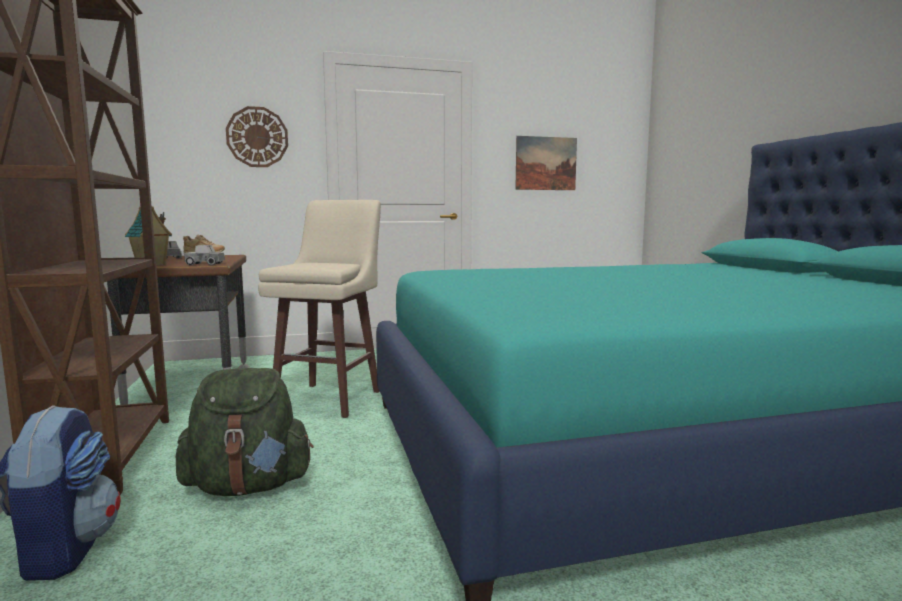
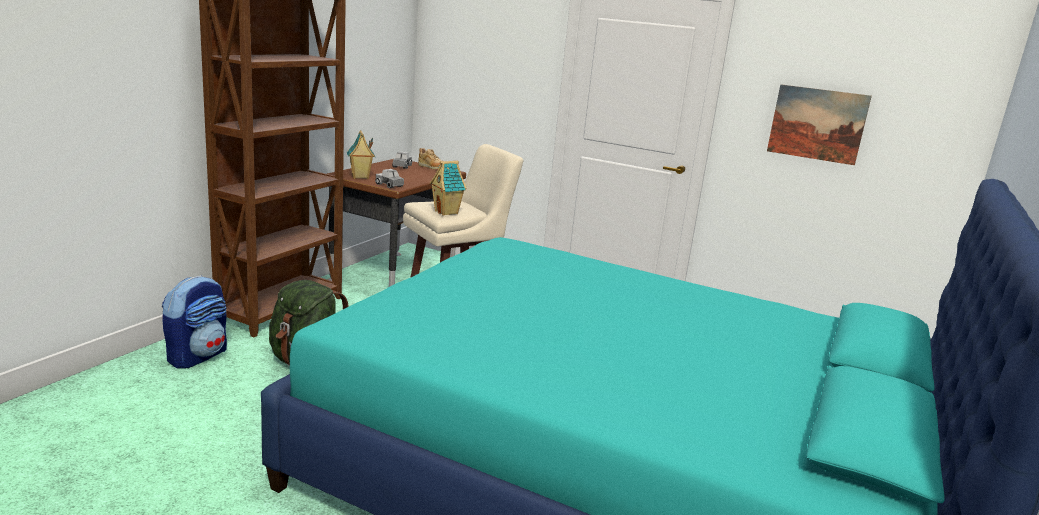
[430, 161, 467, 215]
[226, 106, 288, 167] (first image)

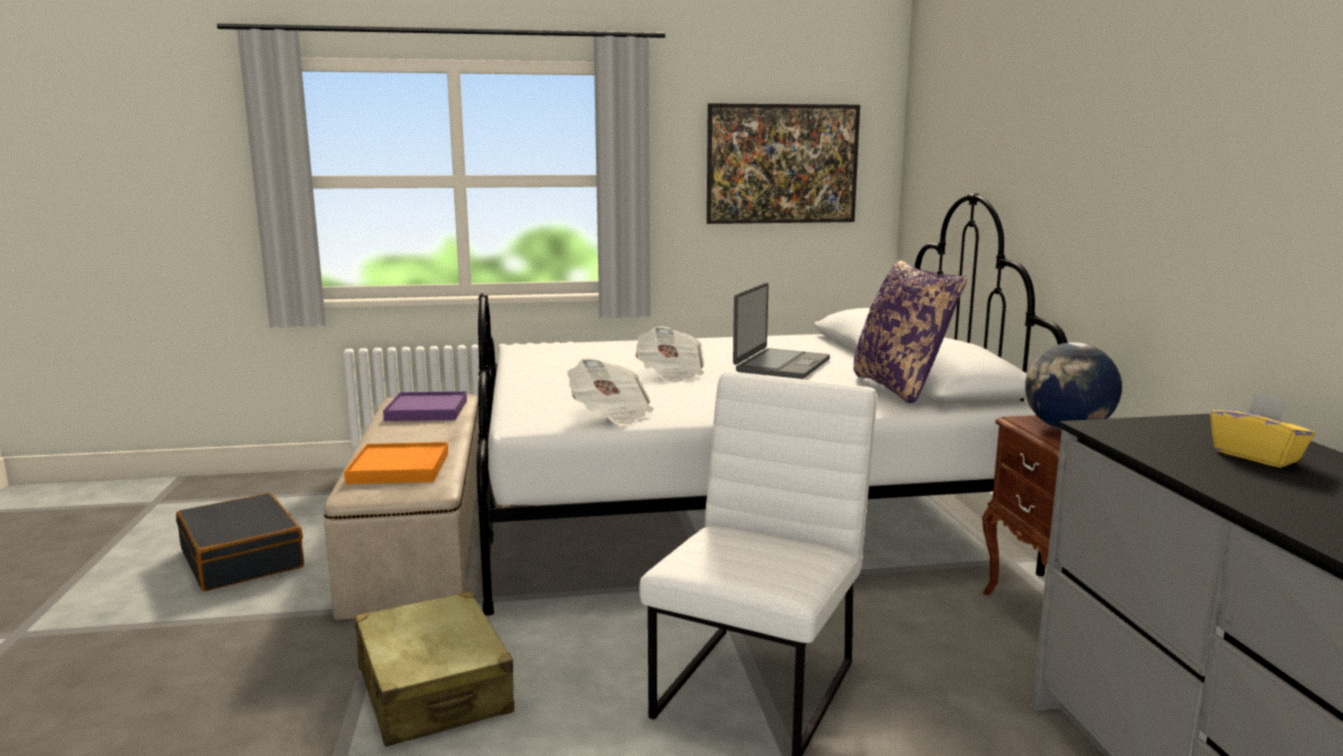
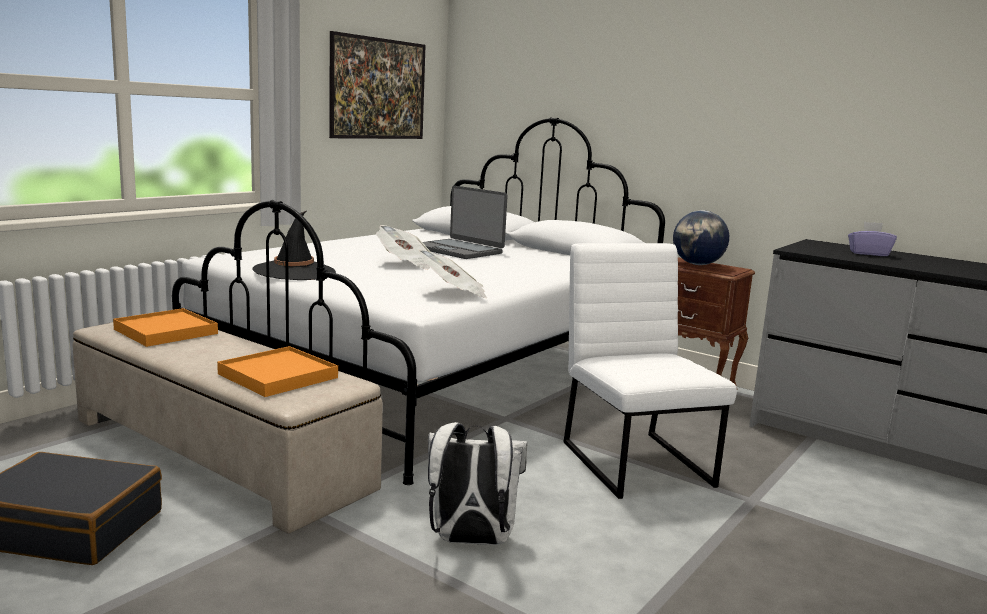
[113, 308, 218, 347]
[252, 211, 336, 280]
[423, 185, 508, 259]
[428, 422, 527, 545]
[848, 222, 897, 256]
[853, 260, 967, 404] (first image)

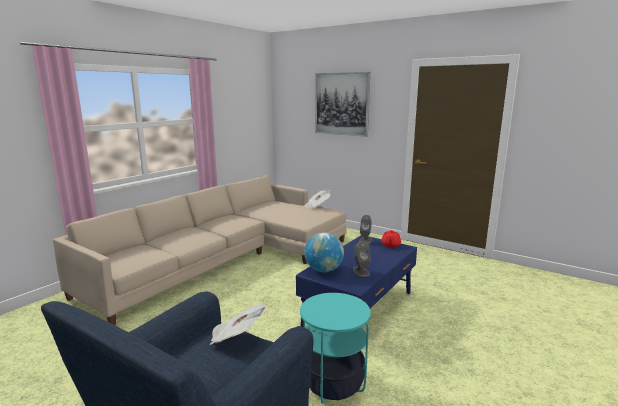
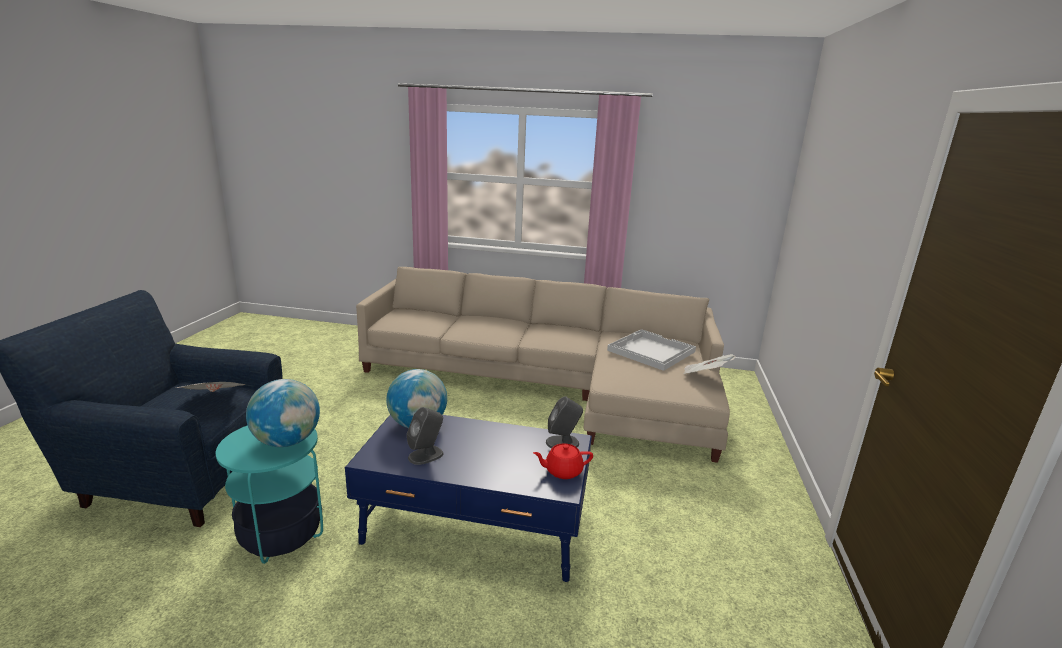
[246, 379, 320, 447]
[607, 329, 696, 371]
[315, 72, 370, 137] (first image)

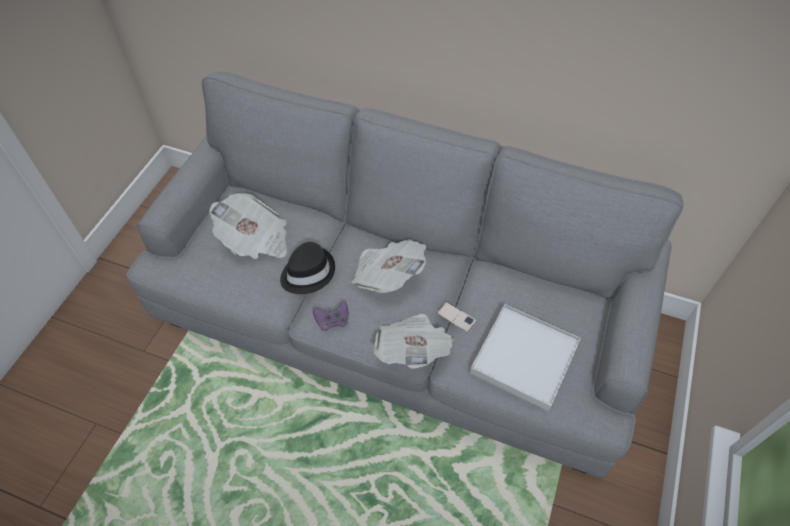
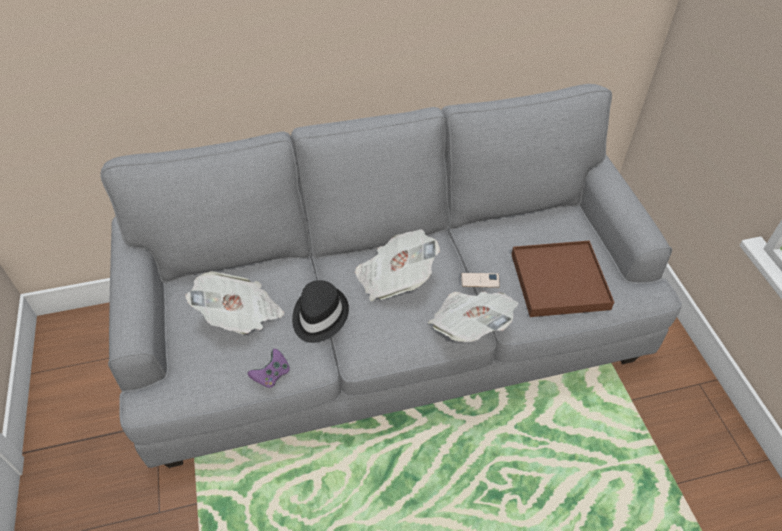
[248, 349, 290, 388]
[511, 241, 614, 317]

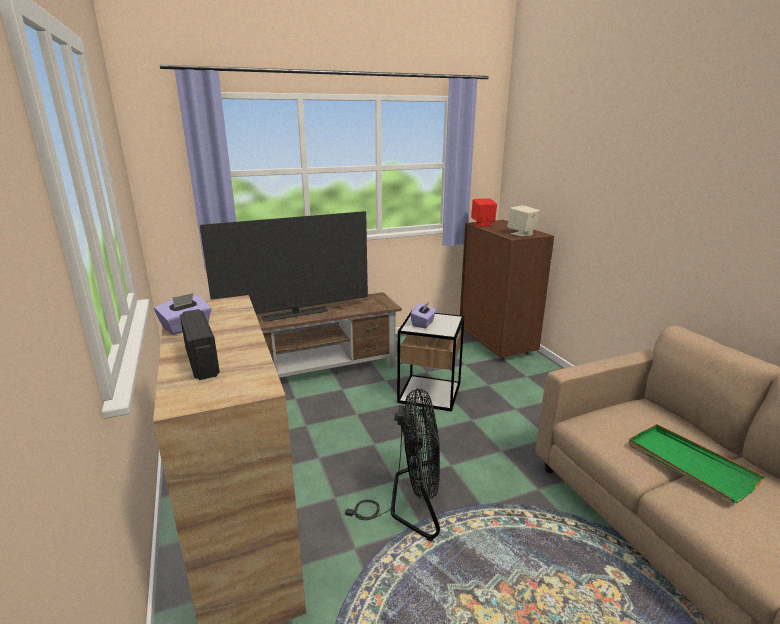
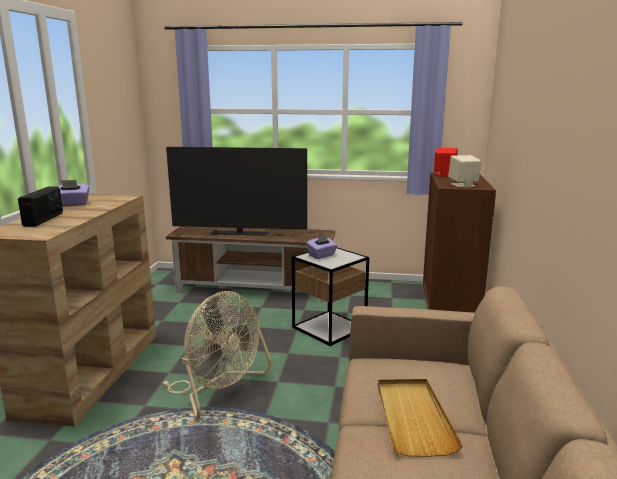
[162, 291, 272, 421]
[378, 379, 463, 457]

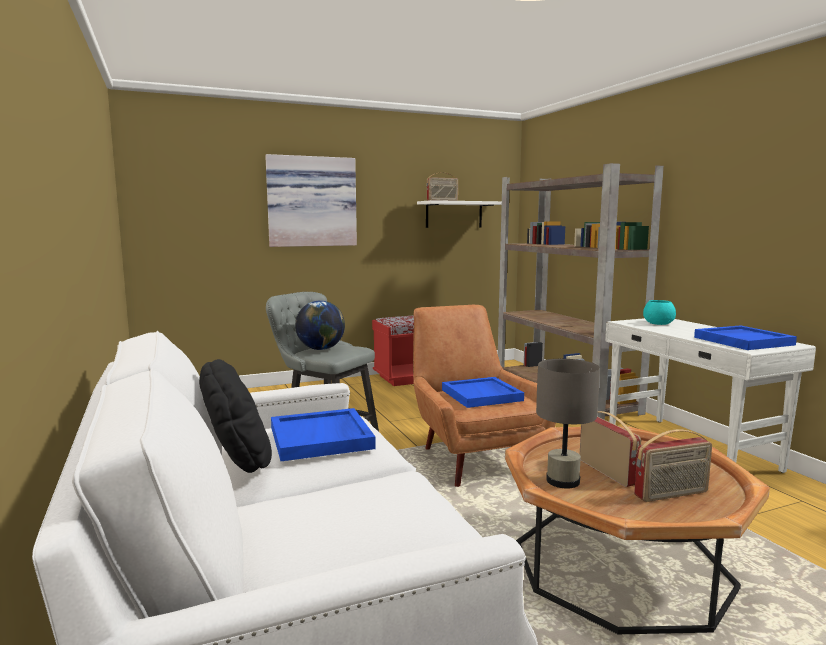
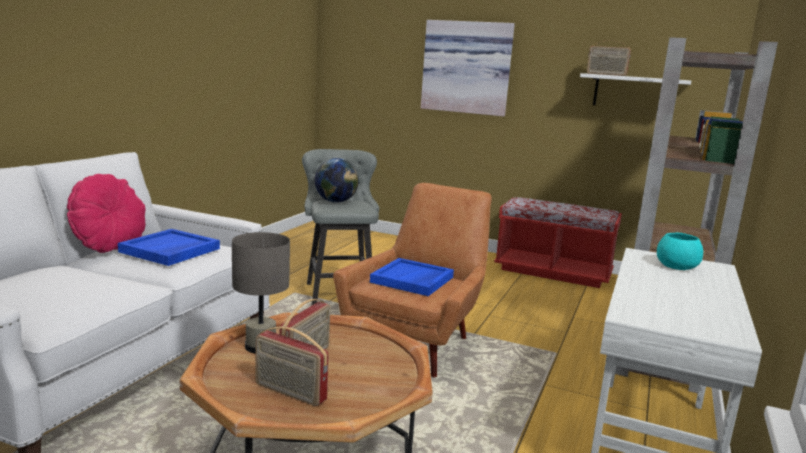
[67, 174, 145, 253]
[694, 325, 797, 350] (first image)

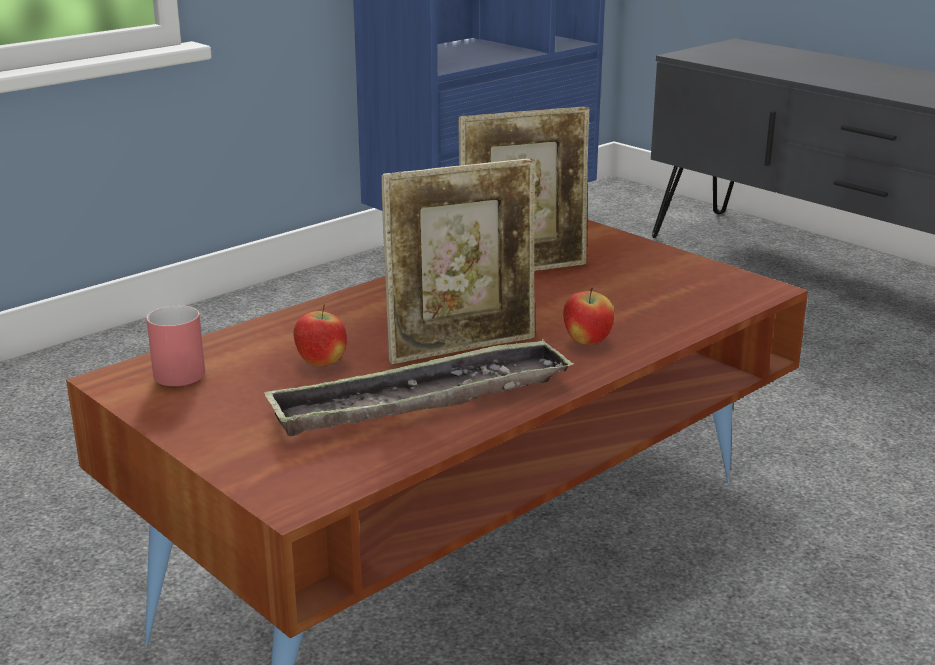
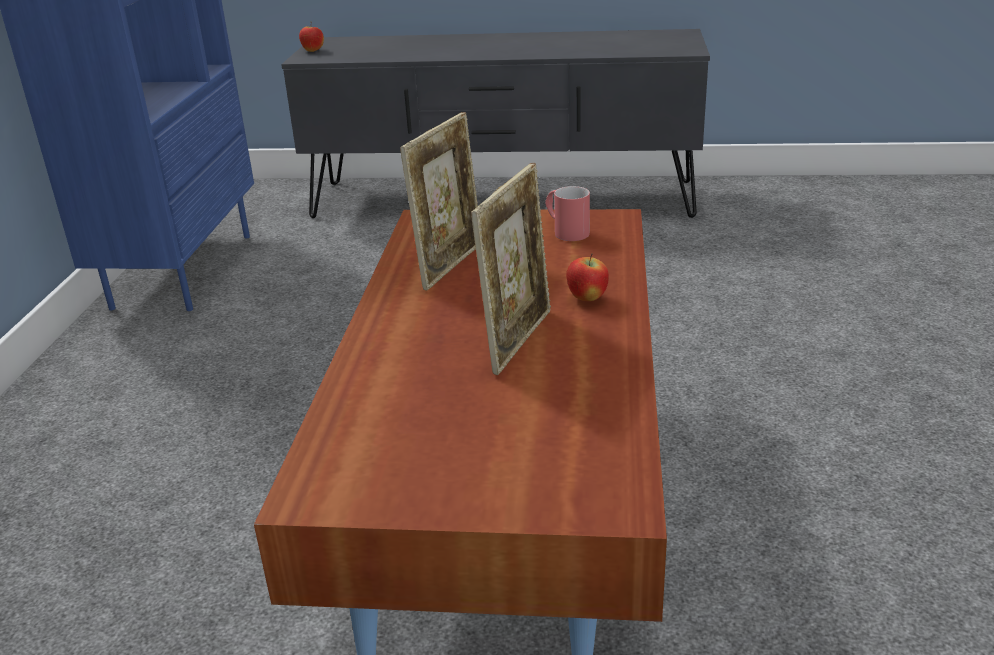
[299, 26, 324, 52]
[545, 186, 590, 241]
[264, 339, 574, 436] (first image)

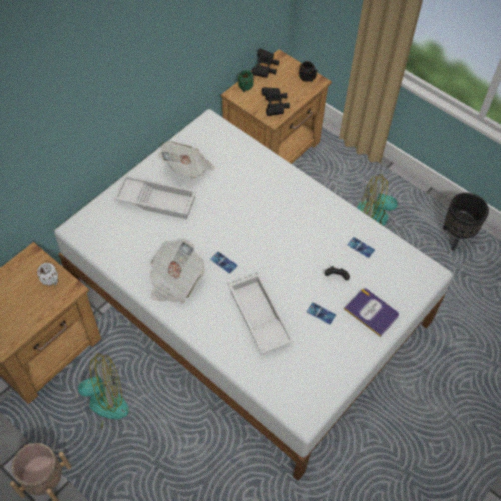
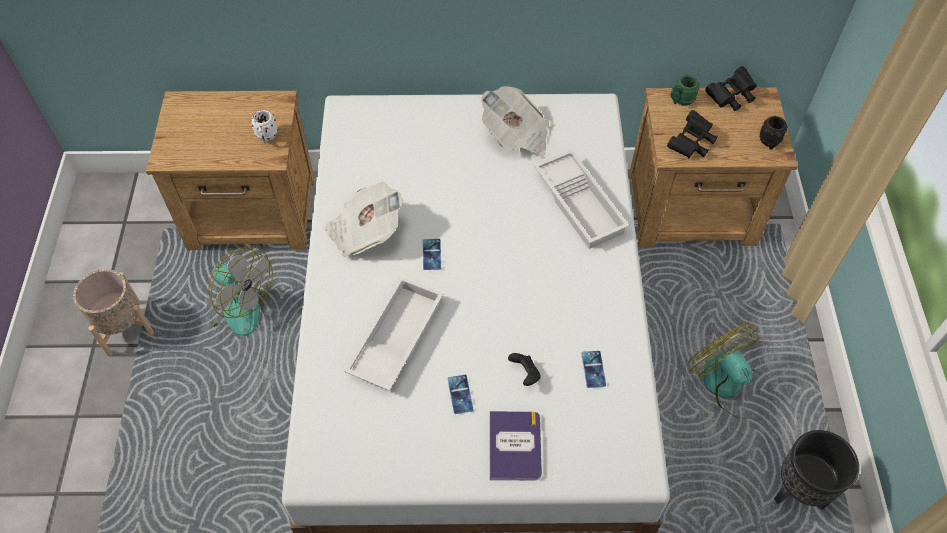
[534, 150, 629, 249]

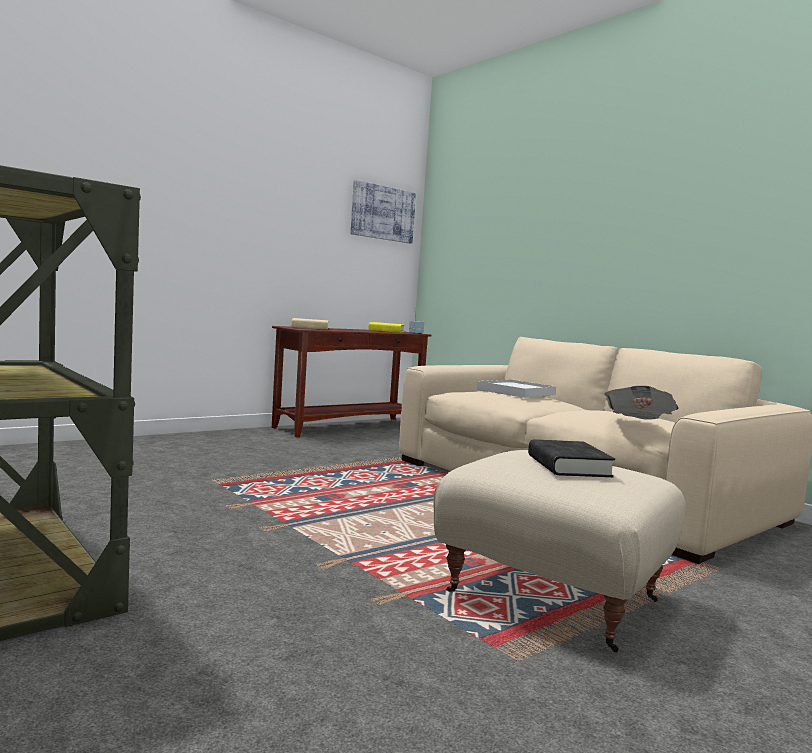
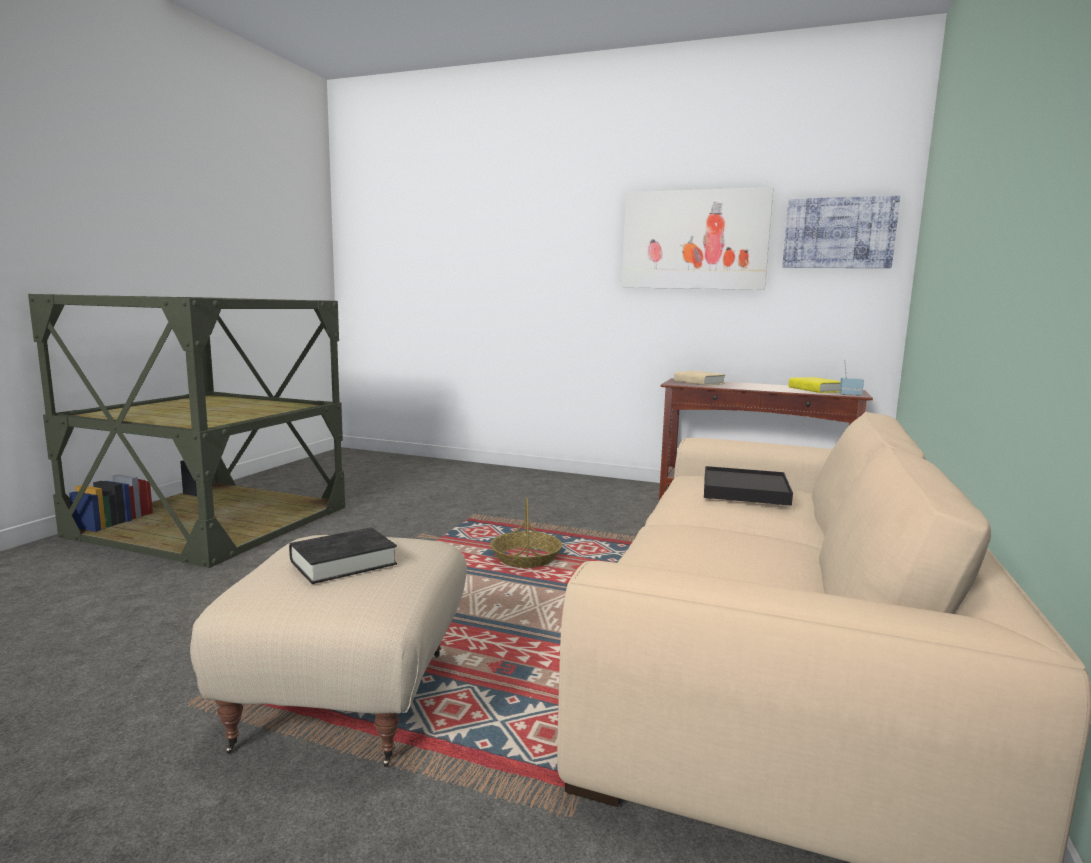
[490, 497, 562, 568]
[622, 187, 773, 290]
[704, 466, 793, 506]
[605, 386, 679, 420] (first image)

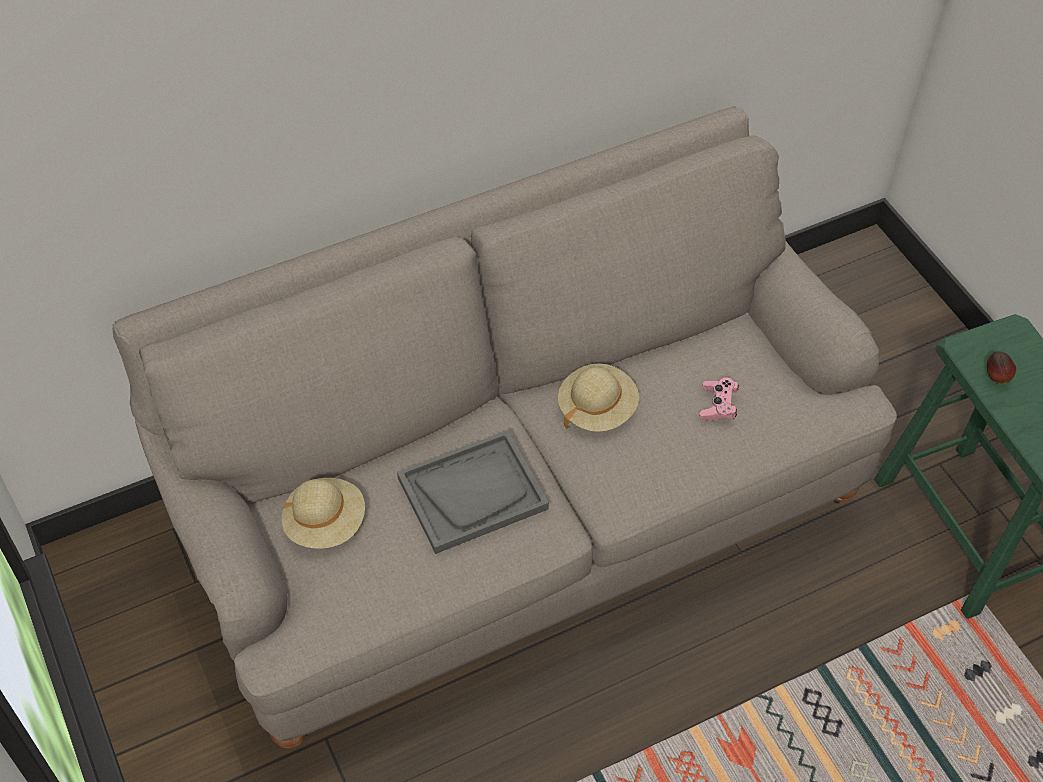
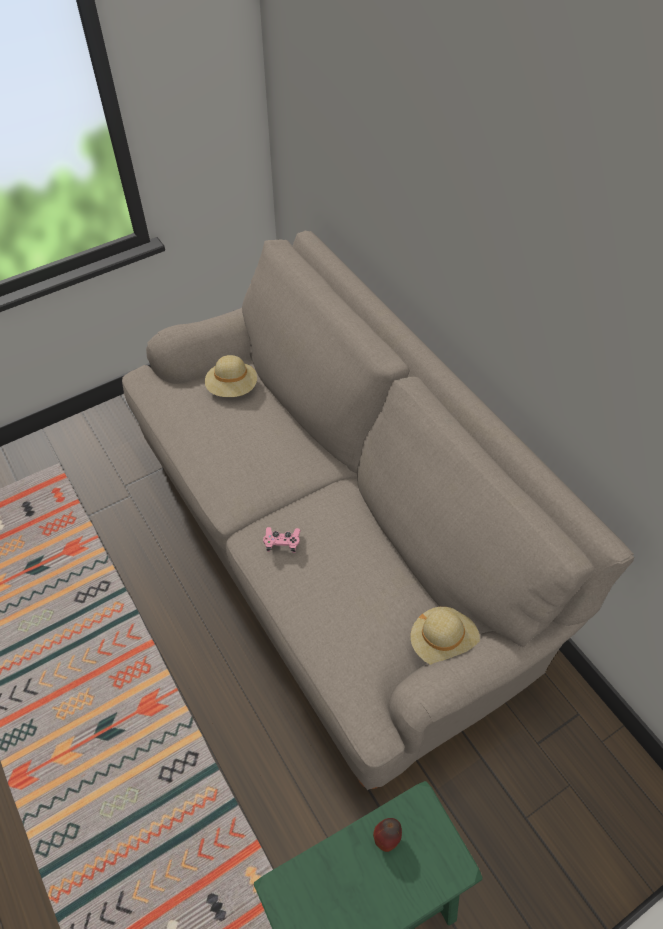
[263, 527, 301, 553]
[410, 607, 480, 665]
[397, 430, 549, 554] (first image)

